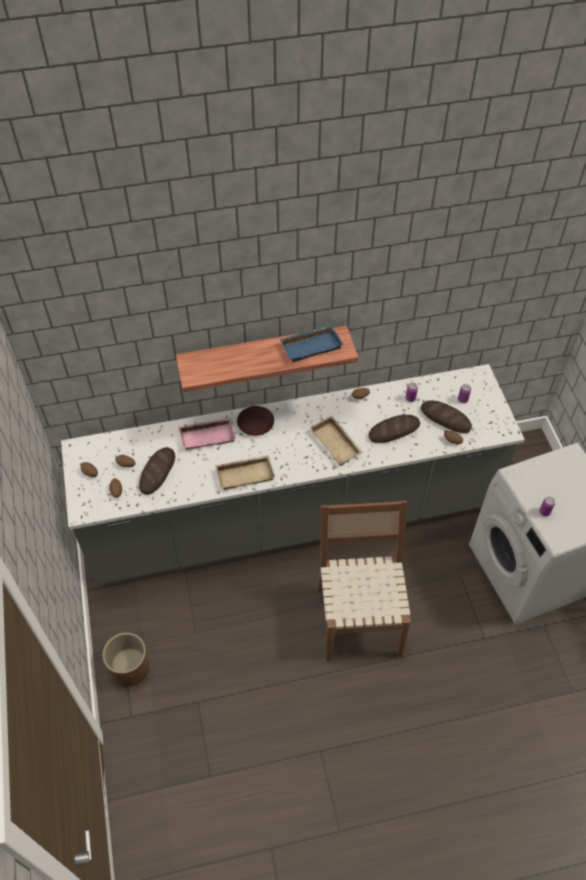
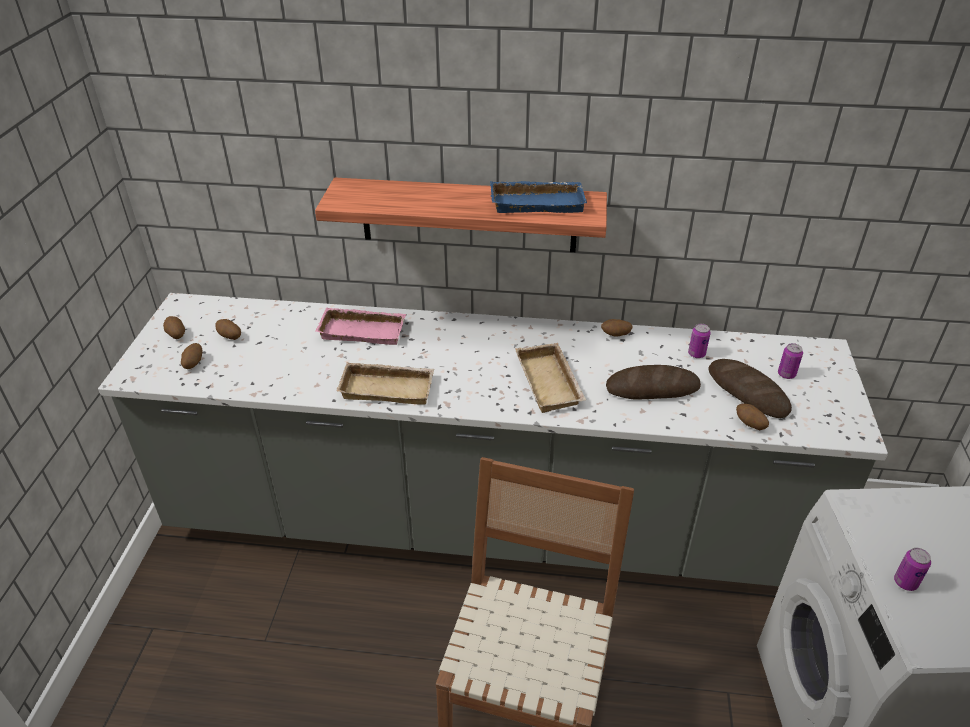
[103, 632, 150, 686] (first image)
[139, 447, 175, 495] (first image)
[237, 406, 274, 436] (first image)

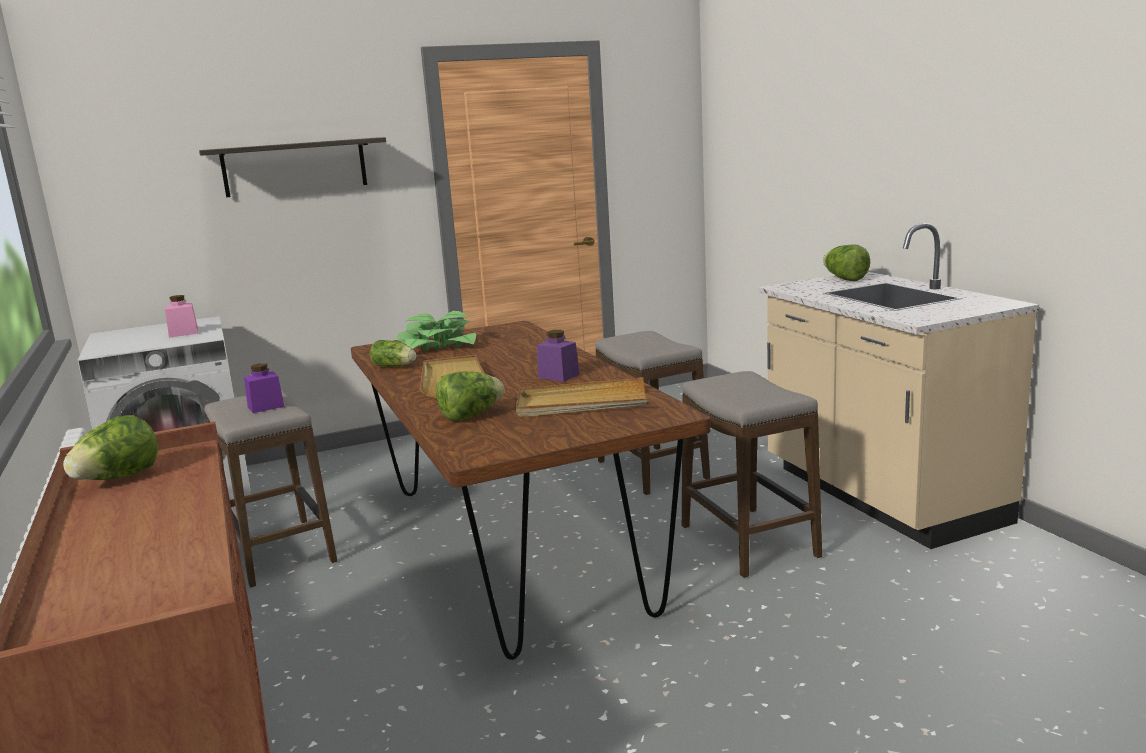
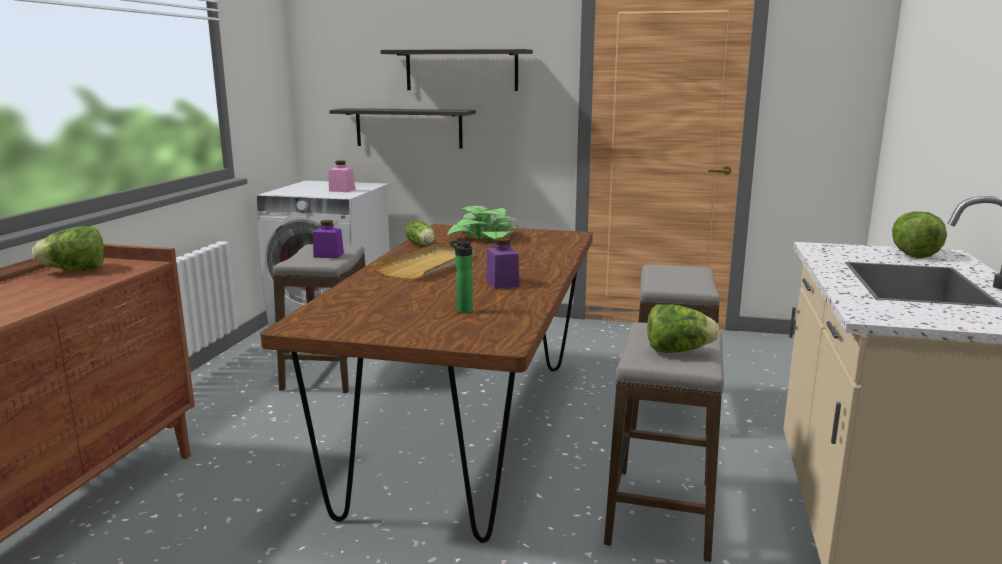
[329, 108, 476, 148]
[449, 240, 473, 313]
[648, 304, 719, 353]

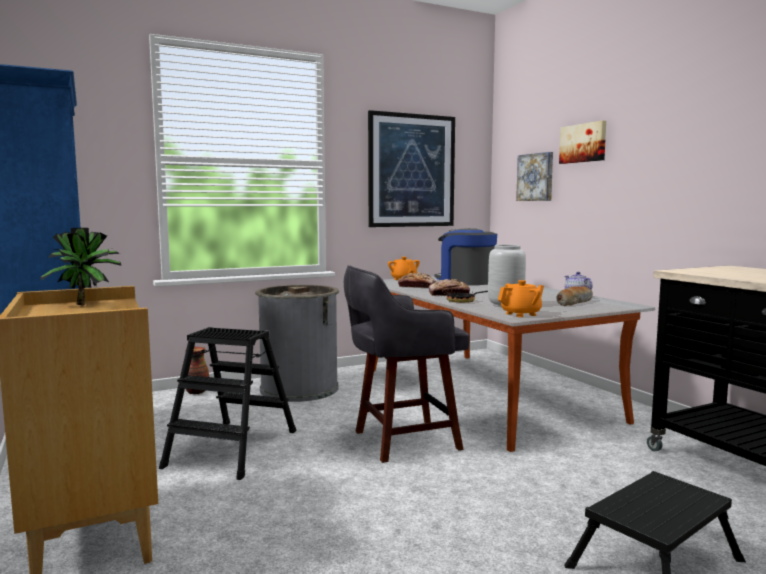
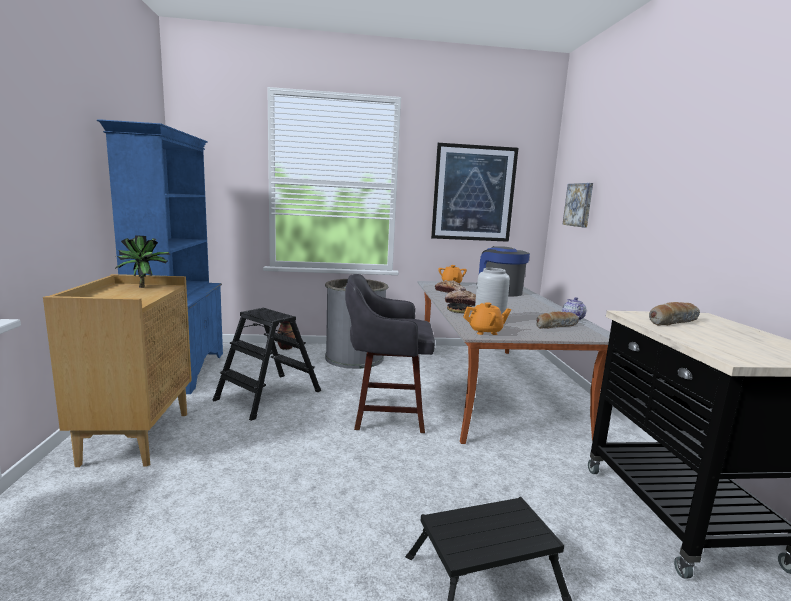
[649, 302, 700, 326]
[559, 120, 606, 164] (first image)

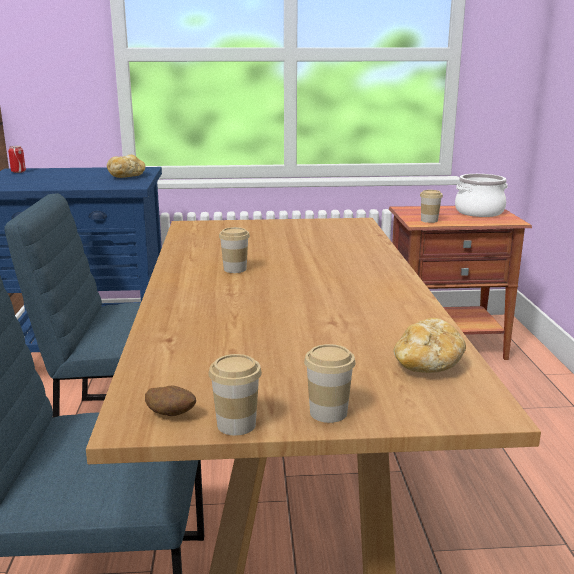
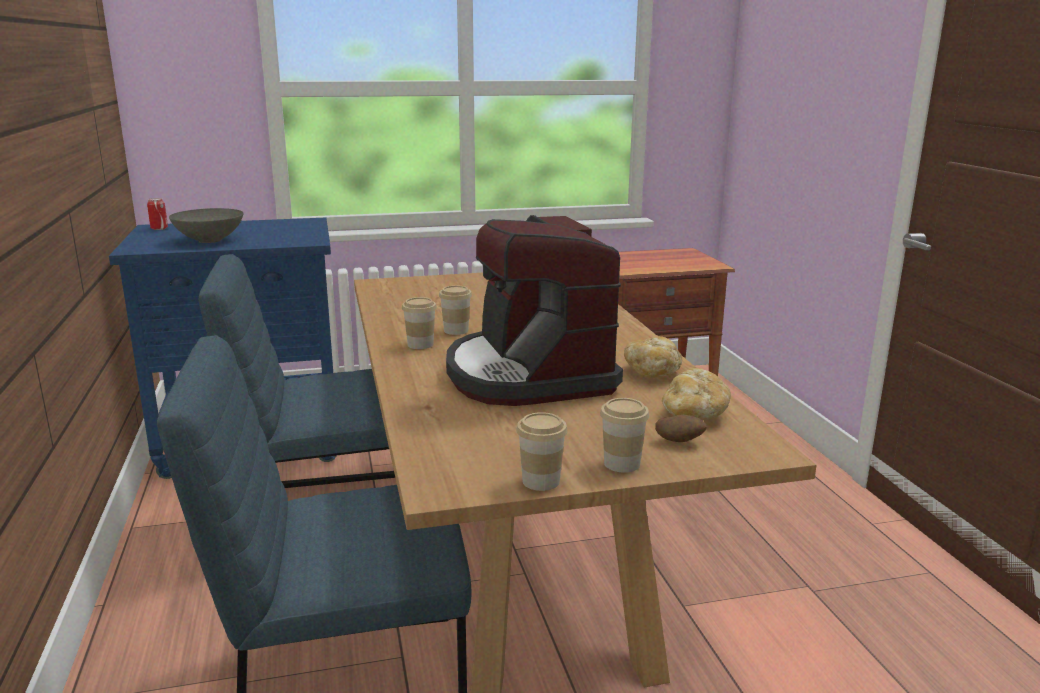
[169, 208, 243, 243]
[402, 297, 437, 349]
[446, 215, 623, 406]
[624, 336, 682, 378]
[655, 414, 707, 442]
[455, 174, 507, 217] (first image)

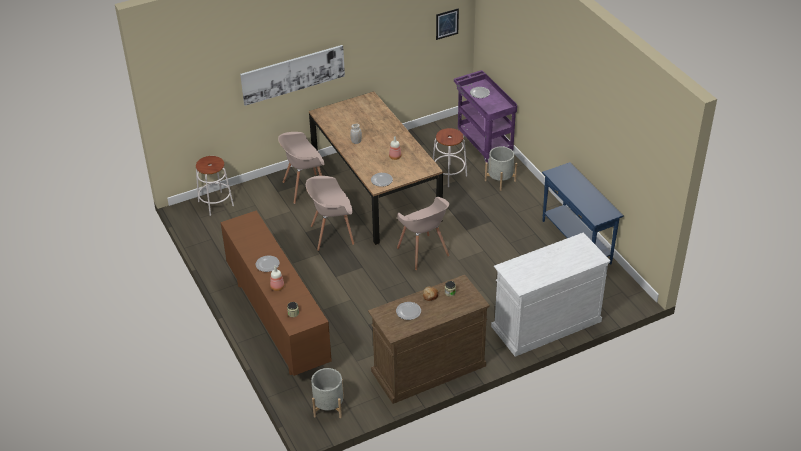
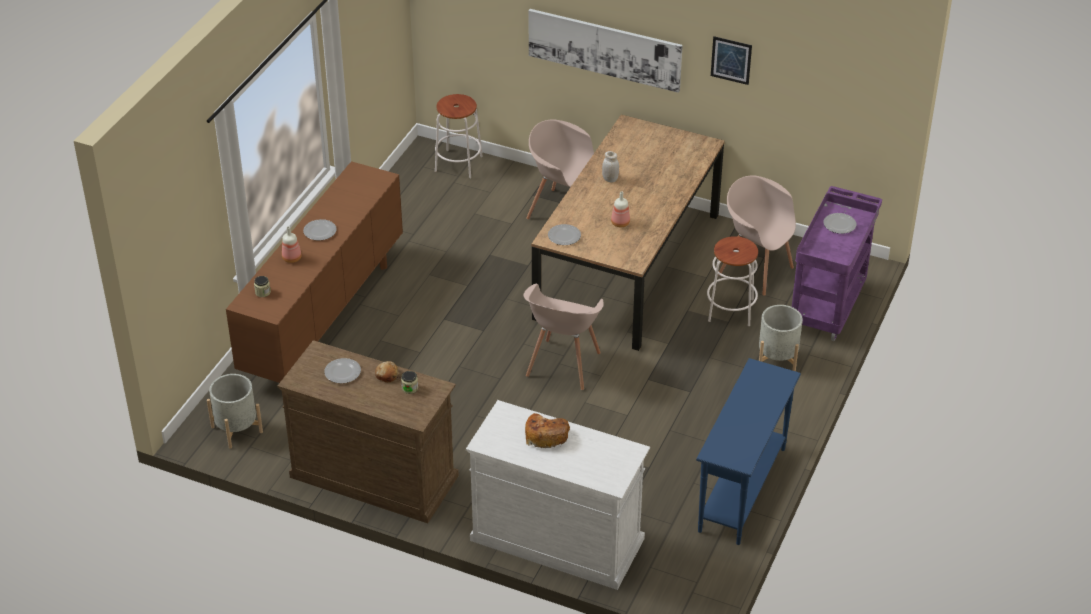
[525, 413, 570, 448]
[711, 36, 752, 85]
[718, 176, 796, 296]

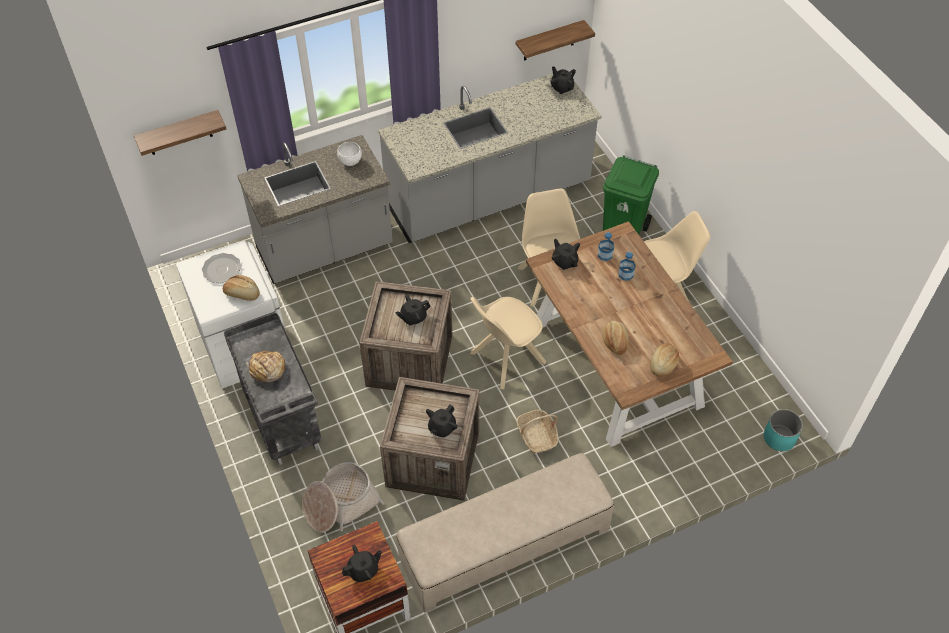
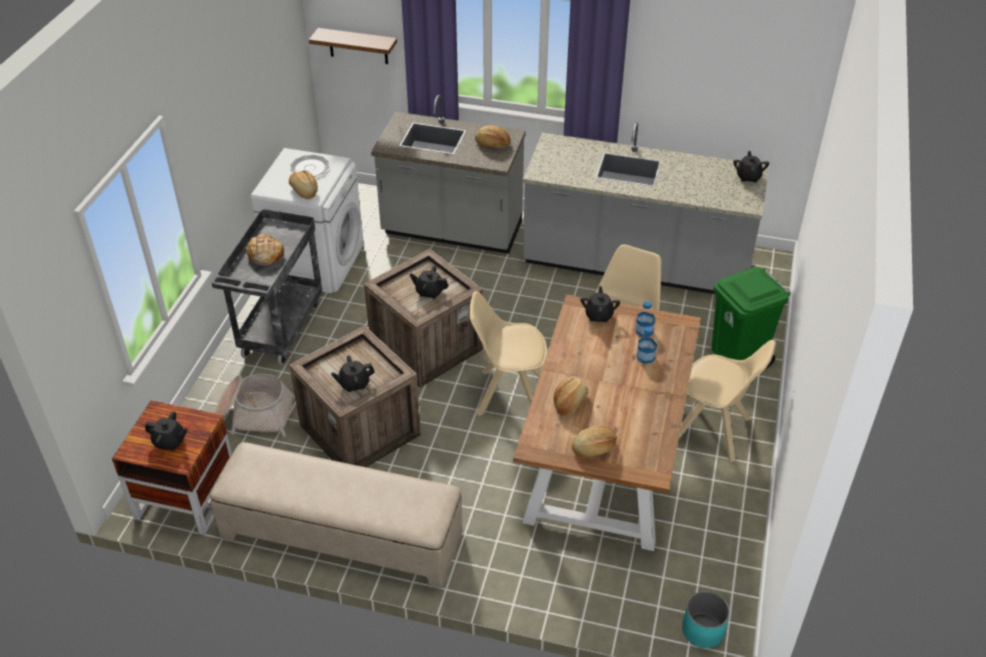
[475, 125, 511, 148]
[516, 20, 595, 61] (first image)
[516, 410, 559, 453] (first image)

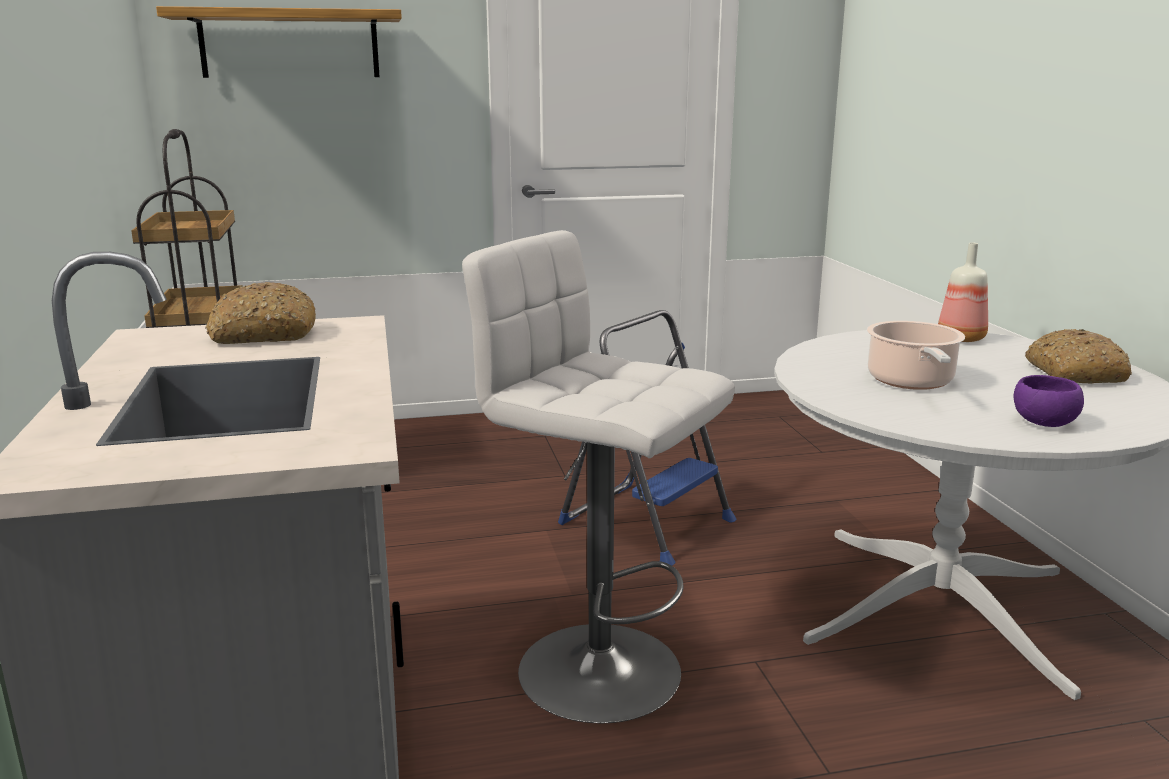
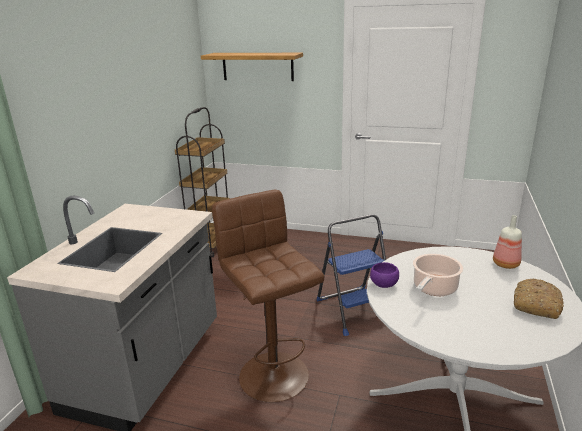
[212, 190, 324, 402]
[370, 262, 399, 288]
[205, 282, 316, 344] (first image)

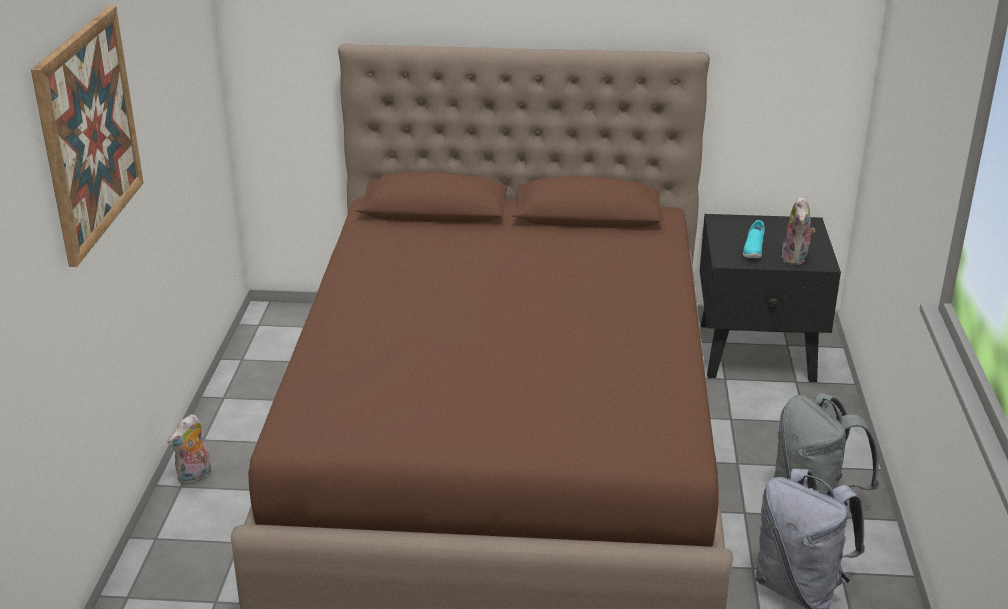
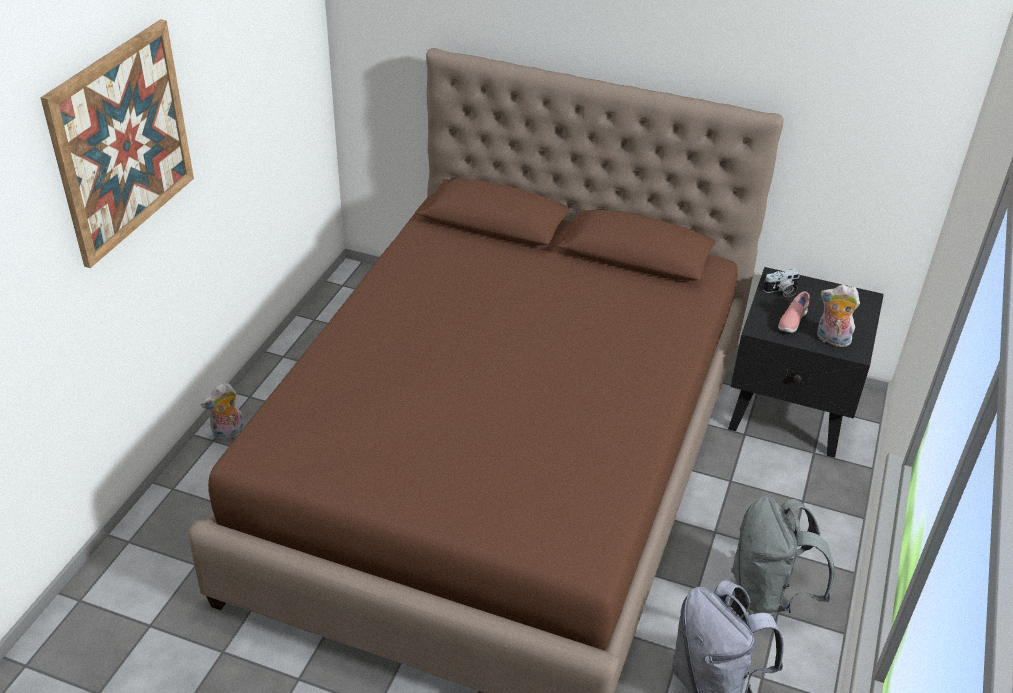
[763, 269, 800, 297]
[778, 291, 810, 333]
[817, 284, 860, 347]

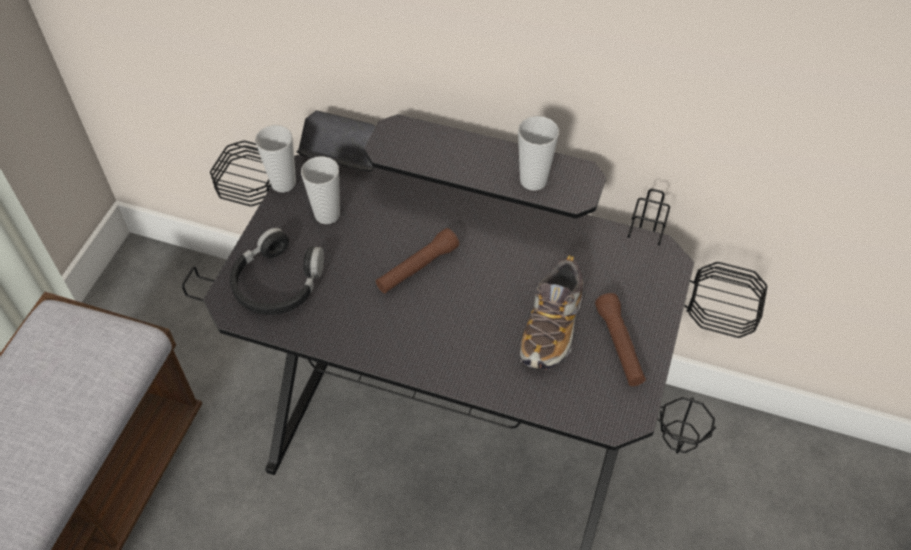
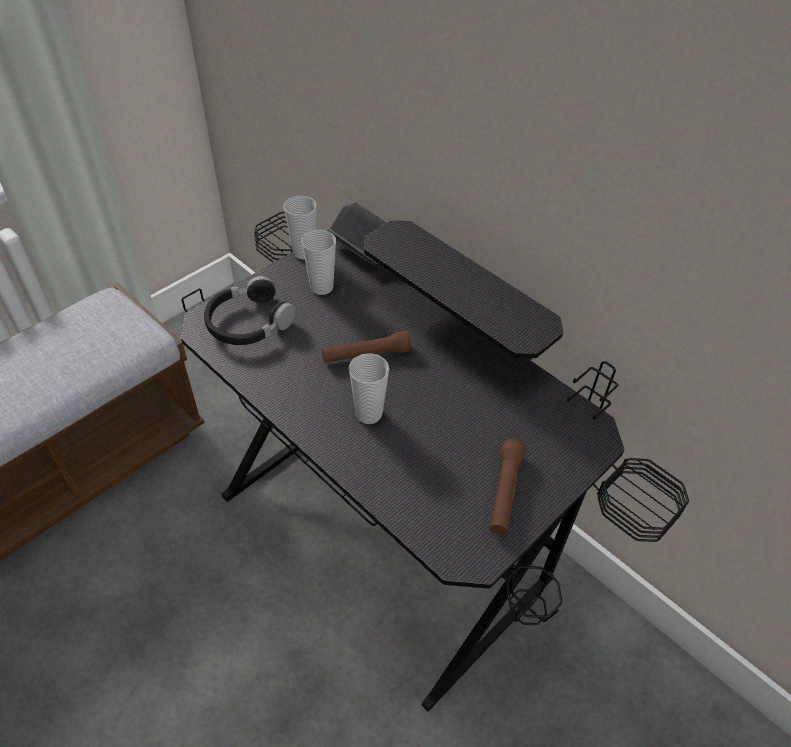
[349, 353, 389, 424]
[520, 255, 583, 370] (first image)

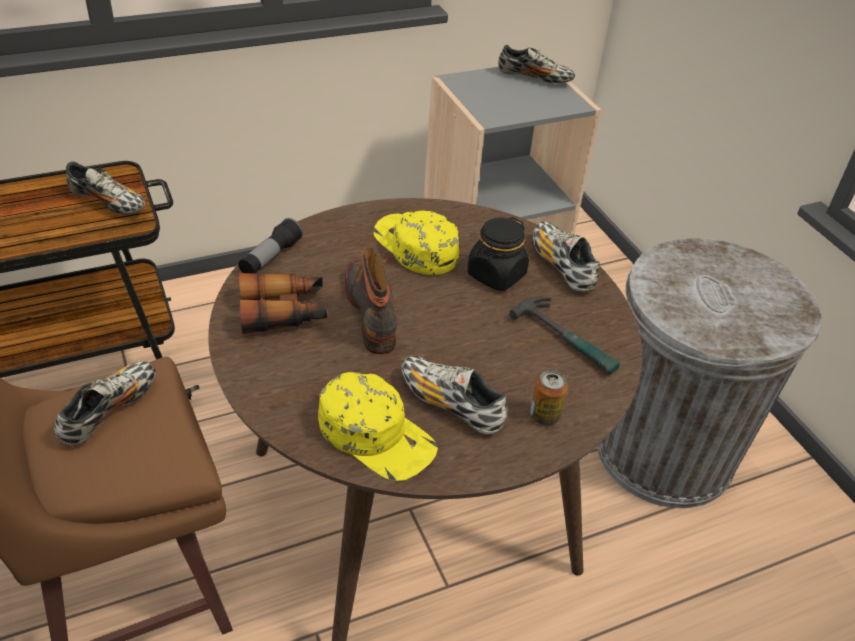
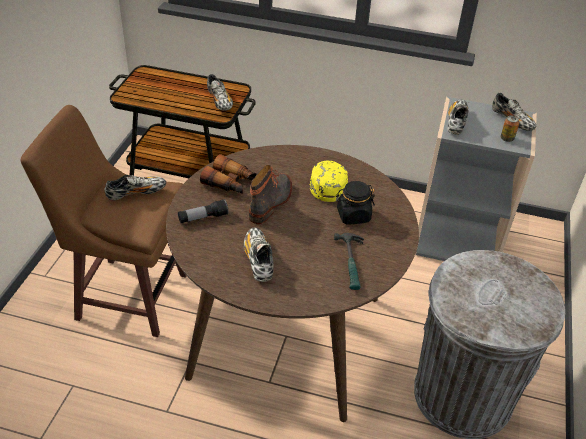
[178, 199, 229, 223]
[448, 99, 469, 135]
[500, 115, 519, 142]
[318, 372, 438, 481] (first image)

